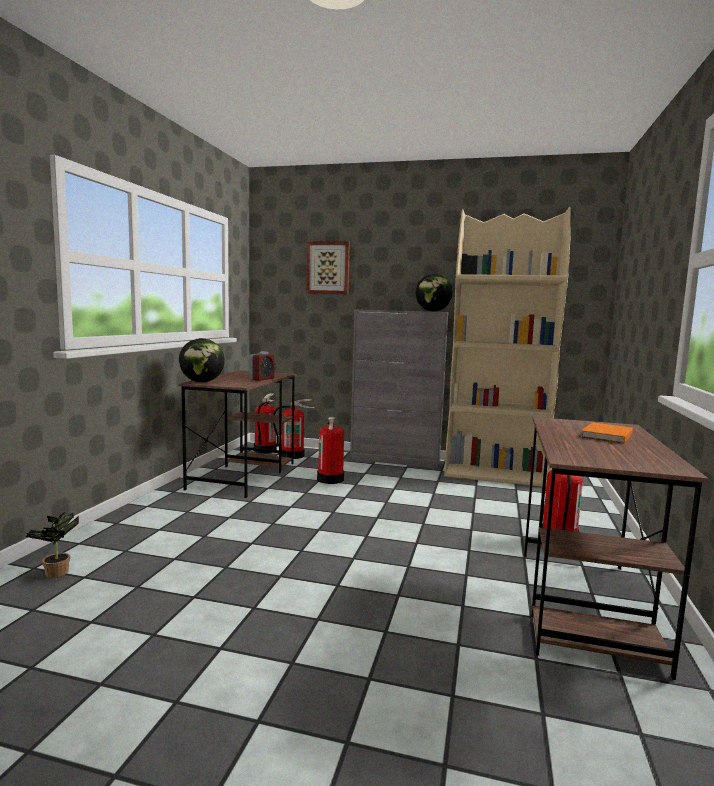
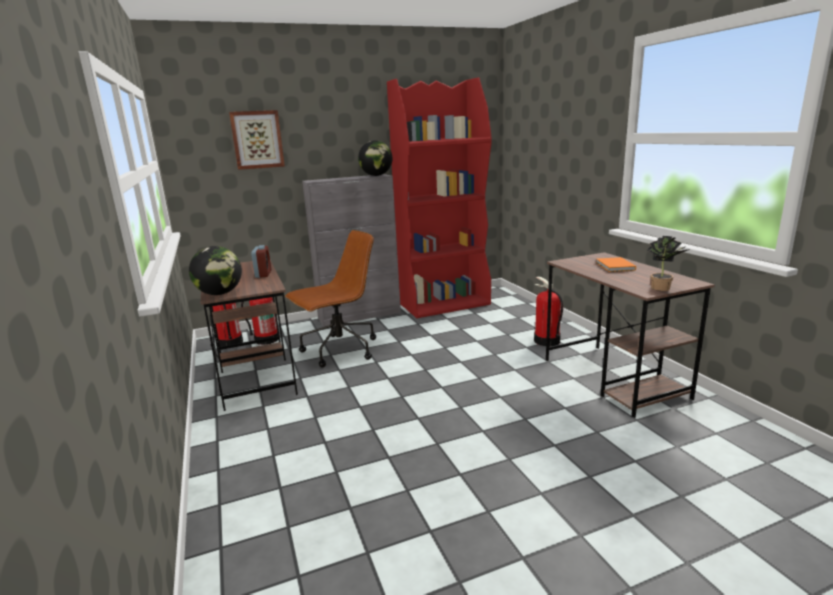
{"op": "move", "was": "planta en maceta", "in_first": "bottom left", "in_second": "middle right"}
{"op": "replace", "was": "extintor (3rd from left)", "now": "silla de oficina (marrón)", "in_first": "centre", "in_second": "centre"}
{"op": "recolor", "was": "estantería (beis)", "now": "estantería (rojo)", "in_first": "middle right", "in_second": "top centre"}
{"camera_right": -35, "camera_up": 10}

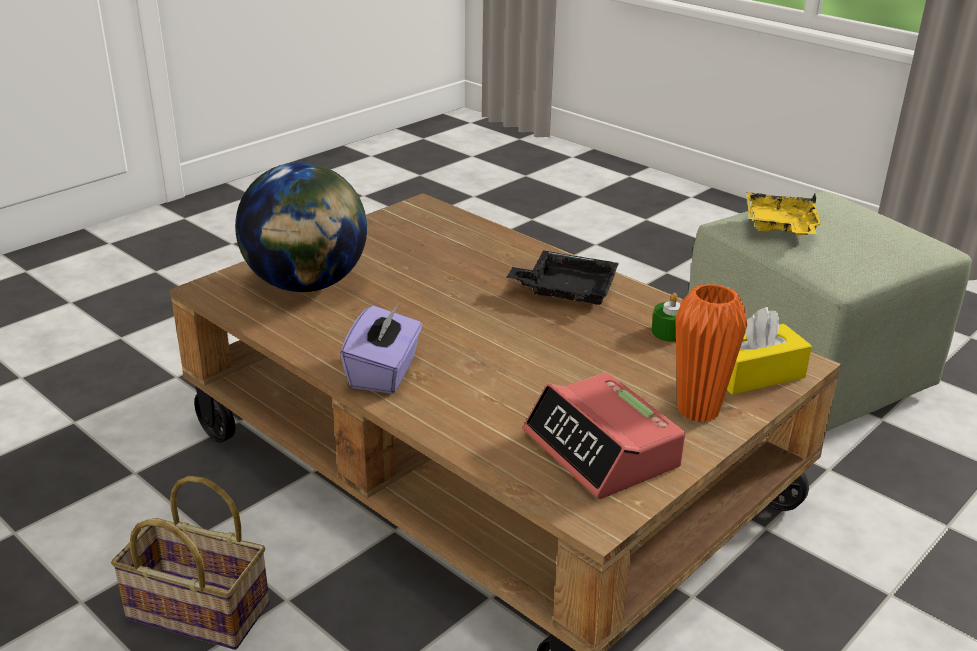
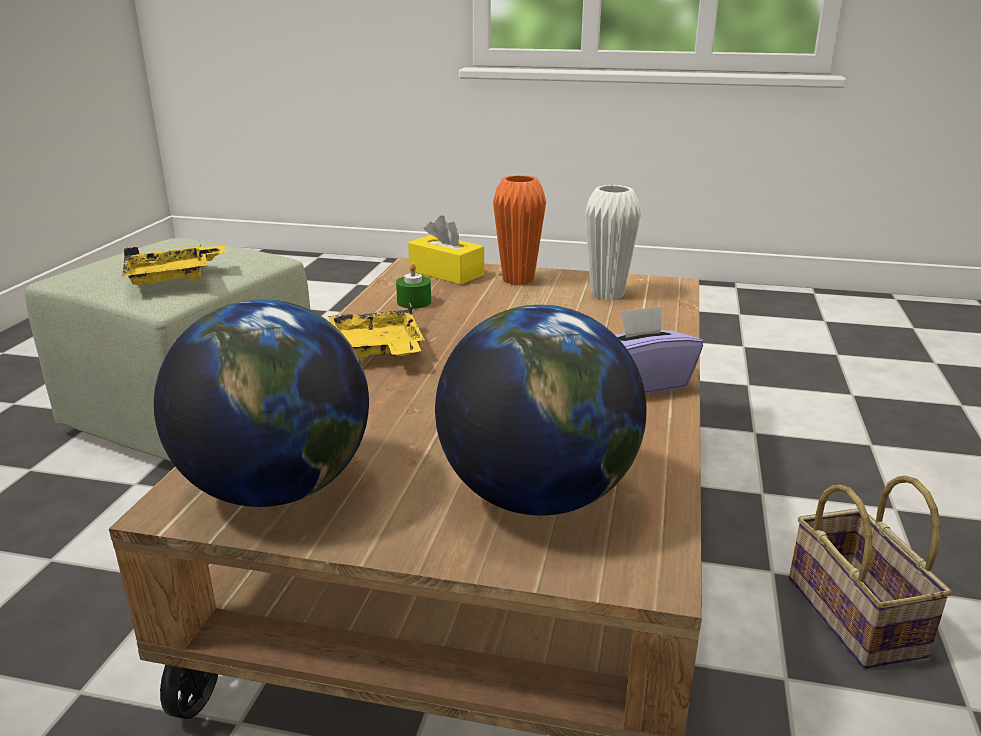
{"op": "recolor", "was": "bandeja (negro)", "now": "bandeja (amarillo) (2nd from left)", "in_first": "centre", "in_second": "centre"}
{"op": "replace", "was": "despertador", "now": "florero (blanco)", "in_first": "bottom centre", "in_second": "top centre"}
{"op": "insert", "now": "globo terráqueo (1st from left)", "in_second": "middle left"}
{"camera_right": -120, "camera_up": -5}

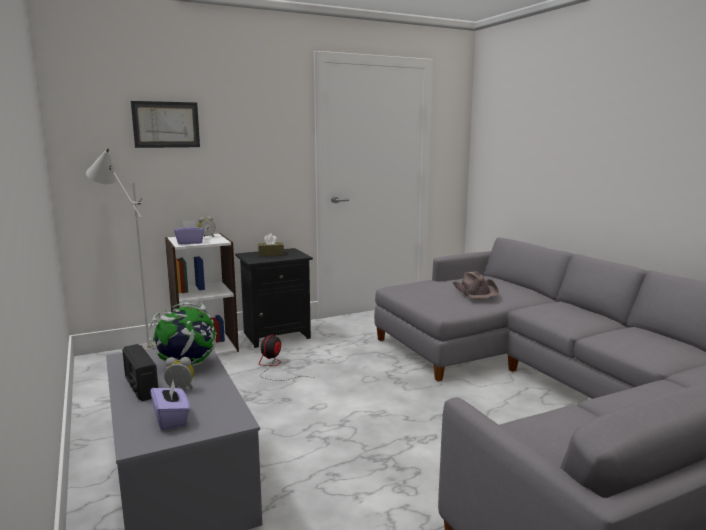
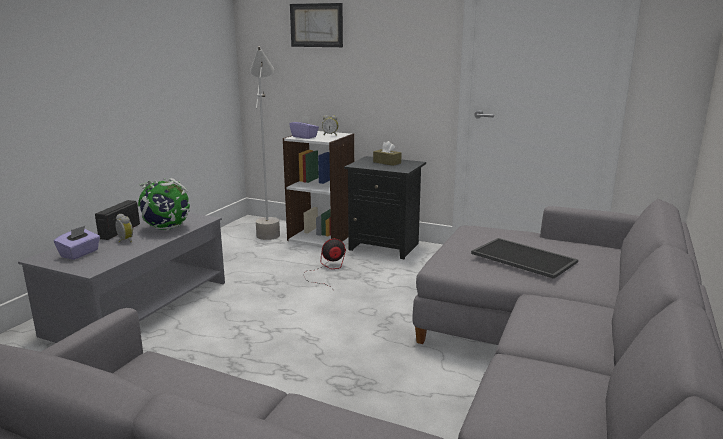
{"op": "replace", "was": "sombrero (marrón)", "now": "bandeja", "in_first": "middle right", "in_second": "middle right"}
{"camera_right": 50, "camera_up": 5}

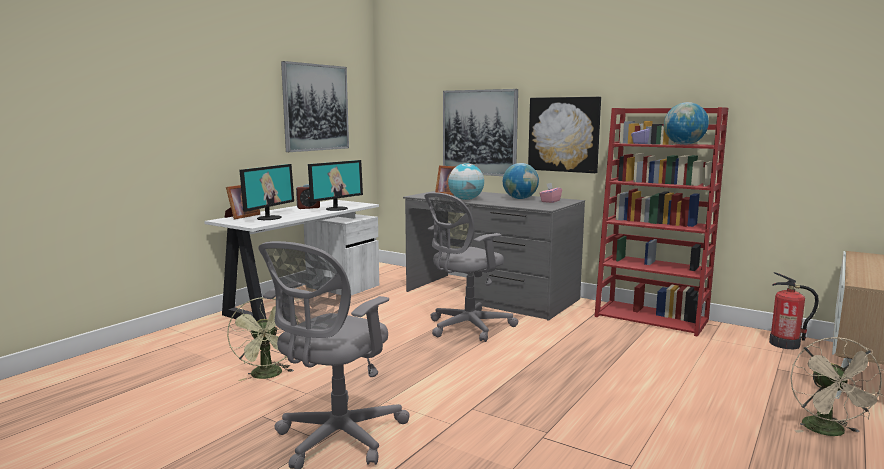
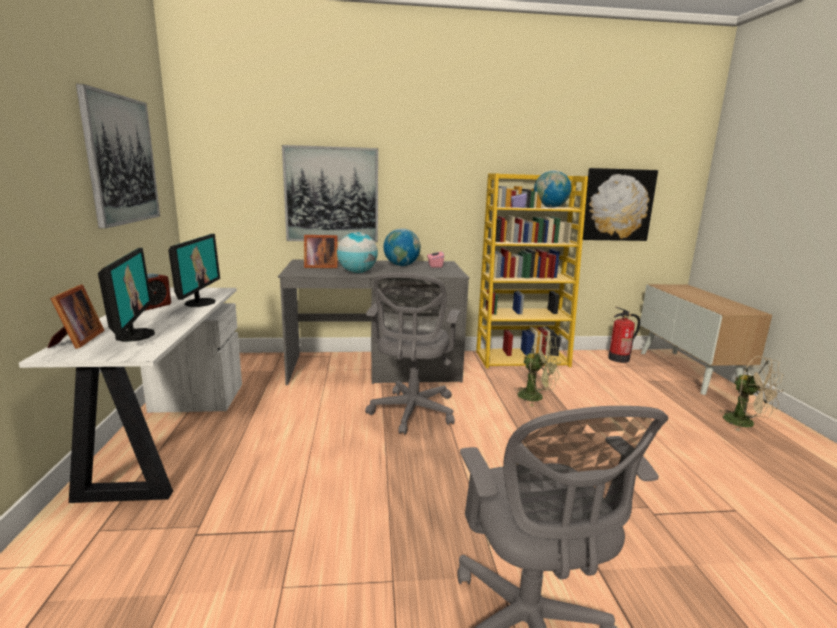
{"op": "move", "was": "ventilador (verde)", "in_first": "bottom left", "in_second": "centre"}
{"op": "move", "was": "cuadro (3rd from left)", "in_first": "top centre", "in_second": "top right"}
{"op": "recolor", "was": "estantería (rojo)", "now": "estantería (amarillo)", "in_first": "middle right", "in_second": "centre"}
{"camera_right": -40, "camera_up": 5}

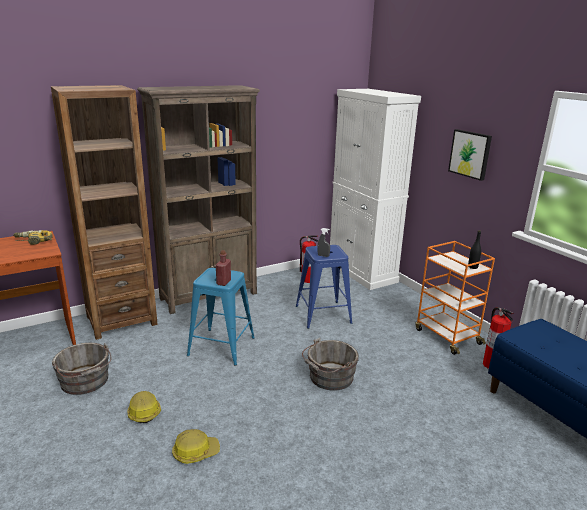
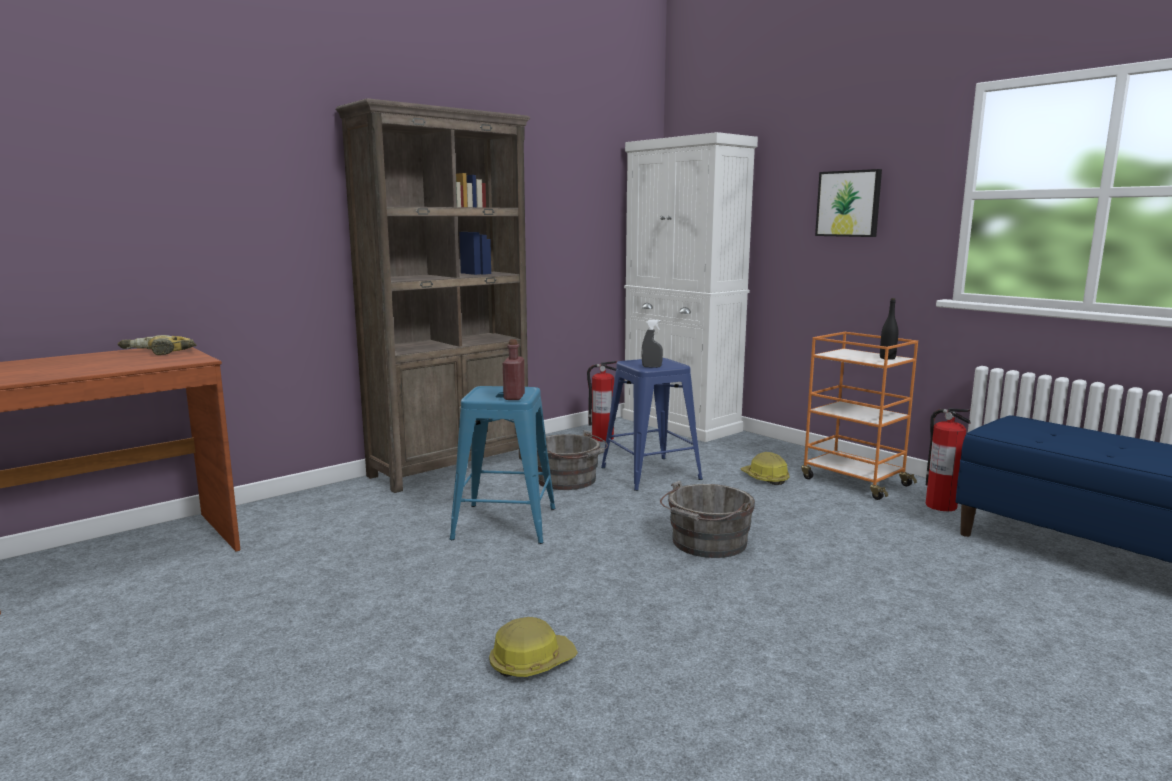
{"op": "delete", "was": "estantería (marrón) (1st from left)", "in_first": "middle left"}
{"op": "move", "was": "cubo (gris) (1st from left)", "in_first": "bottom left", "in_second": "centre"}
{"op": "move", "was": "casco (1st from left in the first image)", "now": "casco (2nd from left)", "in_first": "bottom left", "in_second": "centre"}
{"camera_right": -10, "camera_up": -10}

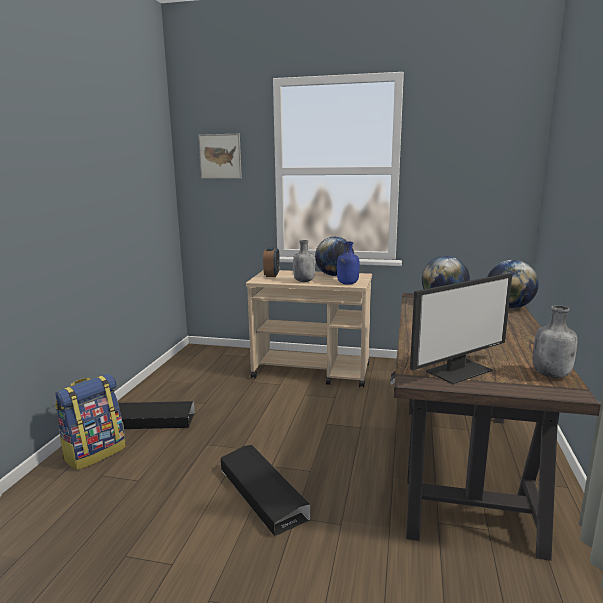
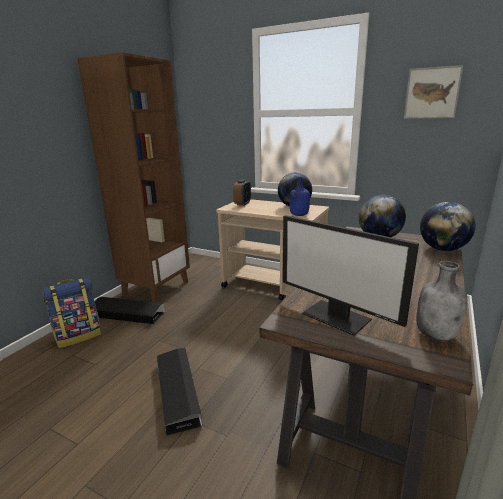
{"op": "move", "was": "cuadro", "in_first": "top centre", "in_second": "top right"}
{"op": "delete", "was": "botella (gris) (1st from left)", "in_first": "centre"}
{"op": "rotate", "was": "monitor", "in_first": "middle right", "in_second": "middle right", "clockwise": 60}
{"op": "insert", "now": "estantería (marrón)", "in_second": "middle left"}
{"camera_right": 15, "camera_up": 5}

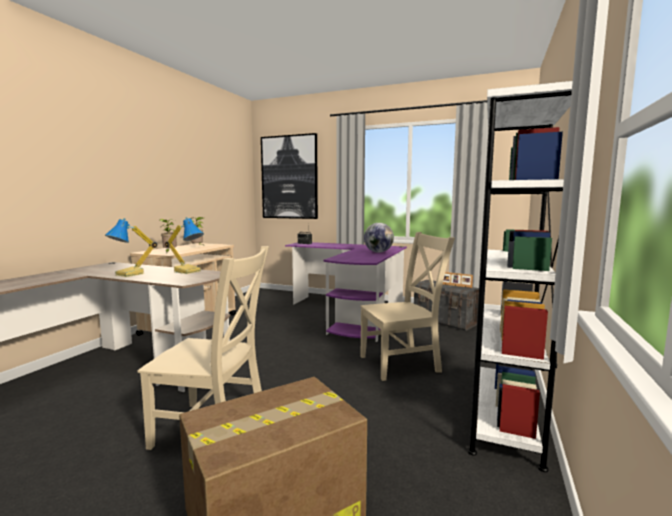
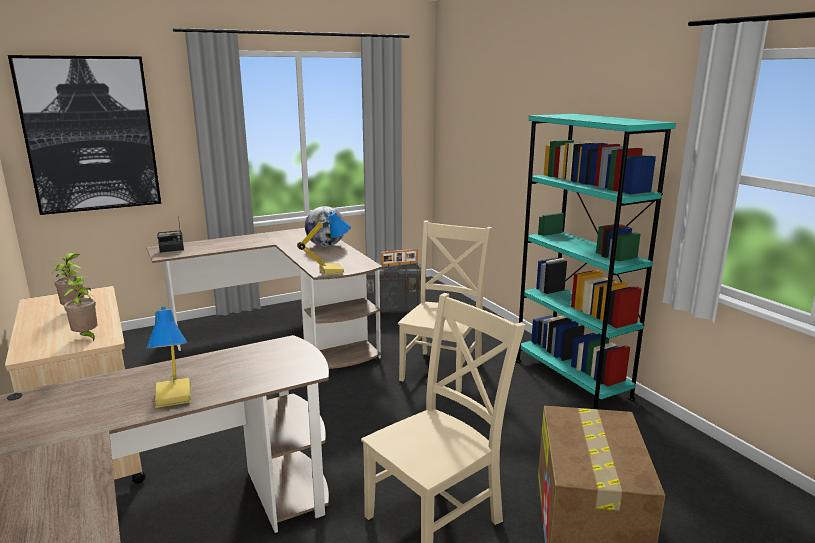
{"op": "move", "was": "lámpara de mesa (2nd from left)", "in_first": "middle left", "in_second": "centre"}
{"op": "recolor", "was": "escritorio (morado)", "now": "escritorio (marrón) (2nd from left)", "in_first": "centre", "in_second": "middle left"}
{"op": "recolor", "was": "estantería (blanco)", "now": "estantería (turquesa)", "in_first": "middle right", "in_second": "middle right"}
{"camera_right": -50, "camera_up": 10}

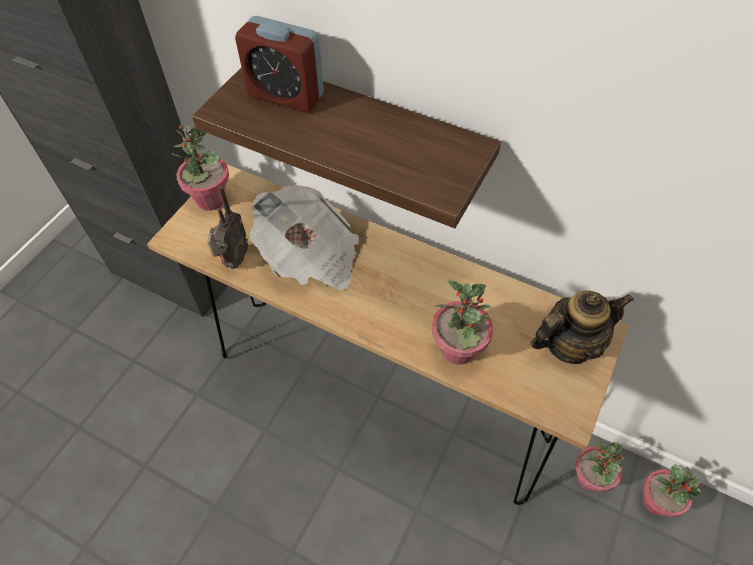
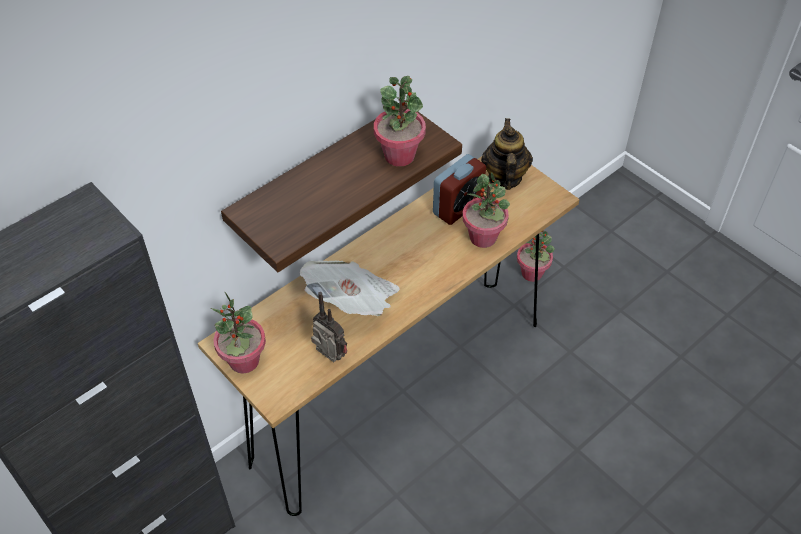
{"op": "move", "was": "despertador", "in_first": "top centre", "in_second": "centre"}
{"op": "move", "was": "planta en maceta (4th from left in the first image)", "now": "planta en maceta (2nd from left)", "in_first": "bottom right", "in_second": "top centre"}
{"camera_right": -70, "camera_up": -5}

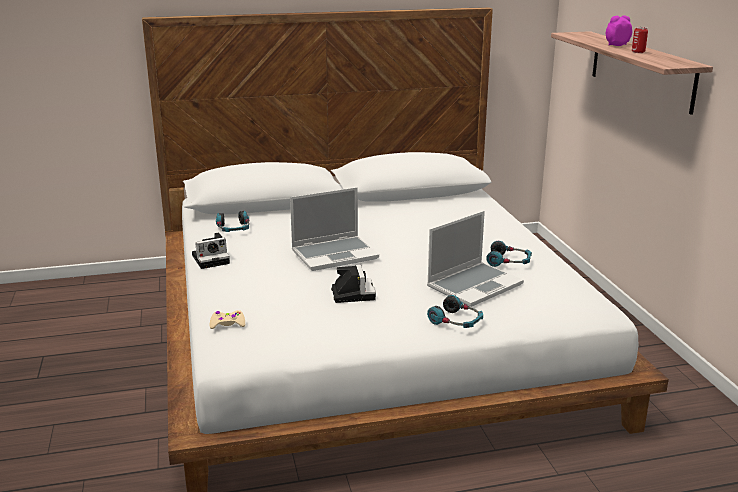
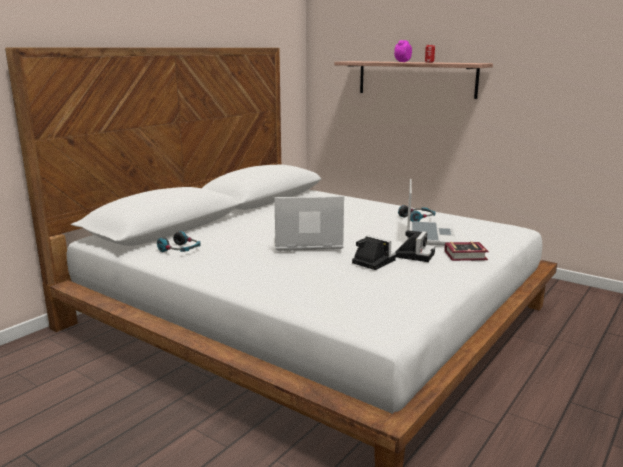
{"op": "move", "was": "cámara (1st from left in the first image)", "now": "cámara (2nd from left)", "in_first": "middle left", "in_second": "centre"}
{"op": "delete", "was": "mando de consola (beis)", "in_first": "middle left"}
{"op": "rotate", "was": "portátil (1st from left)", "in_first": "centre", "in_second": "centre", "clockwise": -120}
{"op": "replace", "was": "auriculares (2nd from left)", "now": "libro", "in_first": "centre", "in_second": "middle right"}
{"camera_right": -40, "camera_up": -5}

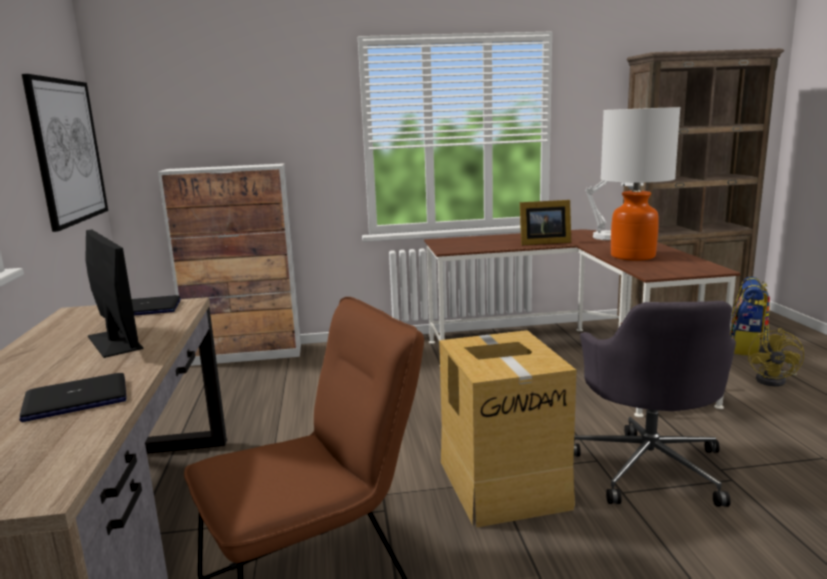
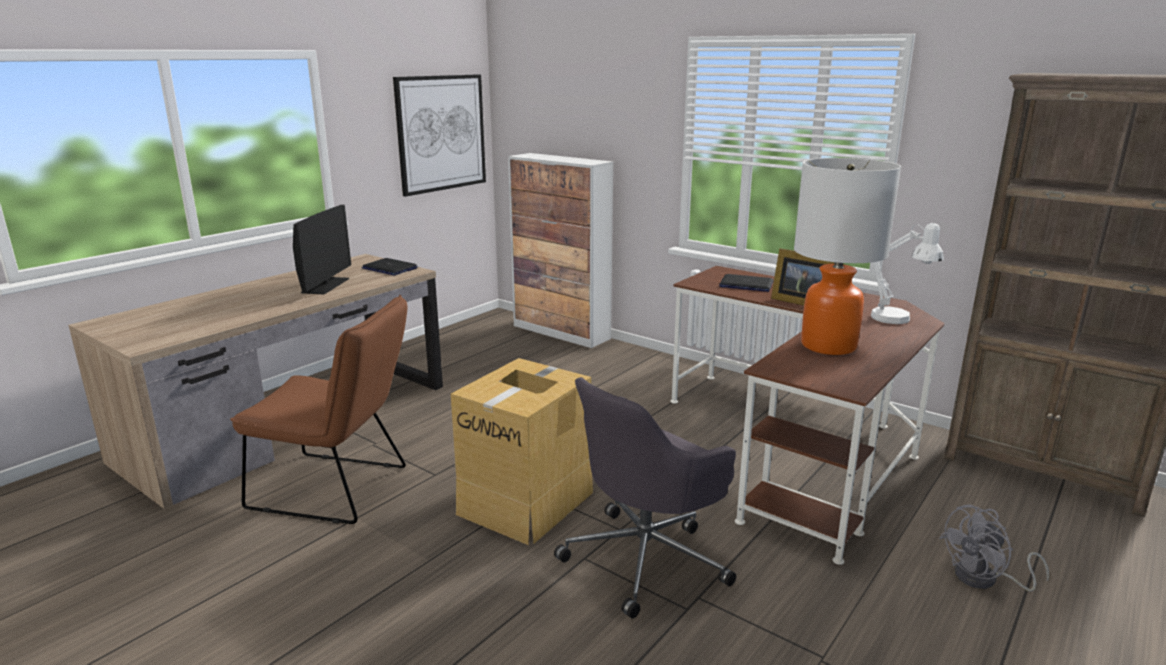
{"op": "move", "was": "portátil (1st from left in the first image)", "now": "portátil (2nd from left)", "in_first": "bottom left", "in_second": "centre"}
{"op": "delete", "was": "mochila", "in_first": "middle right"}
{"op": "recolor", "was": "ventilador (amarillo)", "now": "ventilador (gris)", "in_first": "middle right", "in_second": "bottom right"}
{"camera_right": 45, "camera_up": 5}

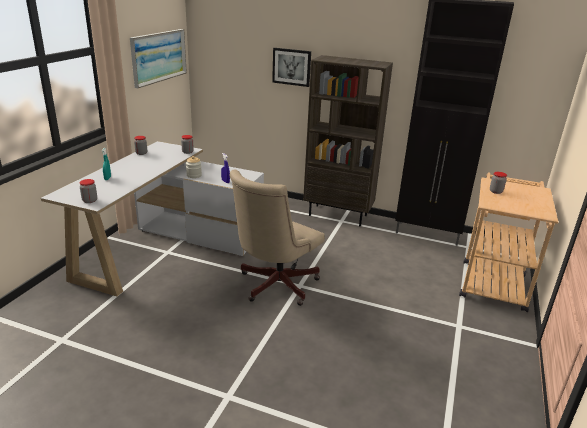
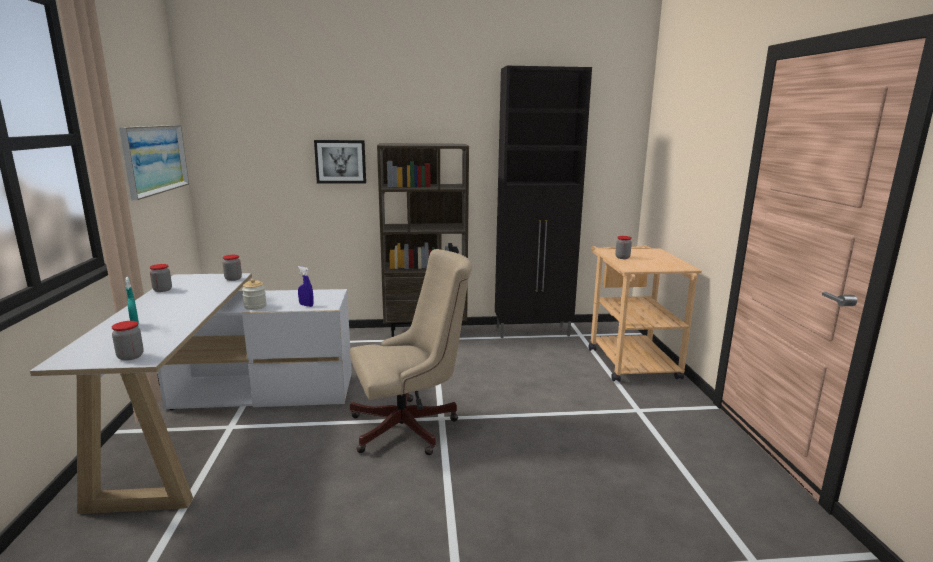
{"op": "rotate", "was": "silla de oficina (beis)", "in_first": "centre", "in_second": "centre", "clockwise": -120}
{"camera_right": -25, "camera_up": -10}

